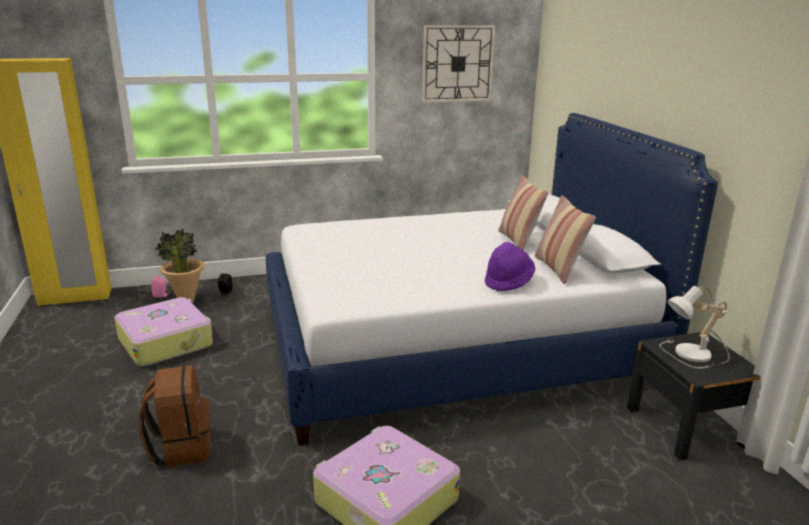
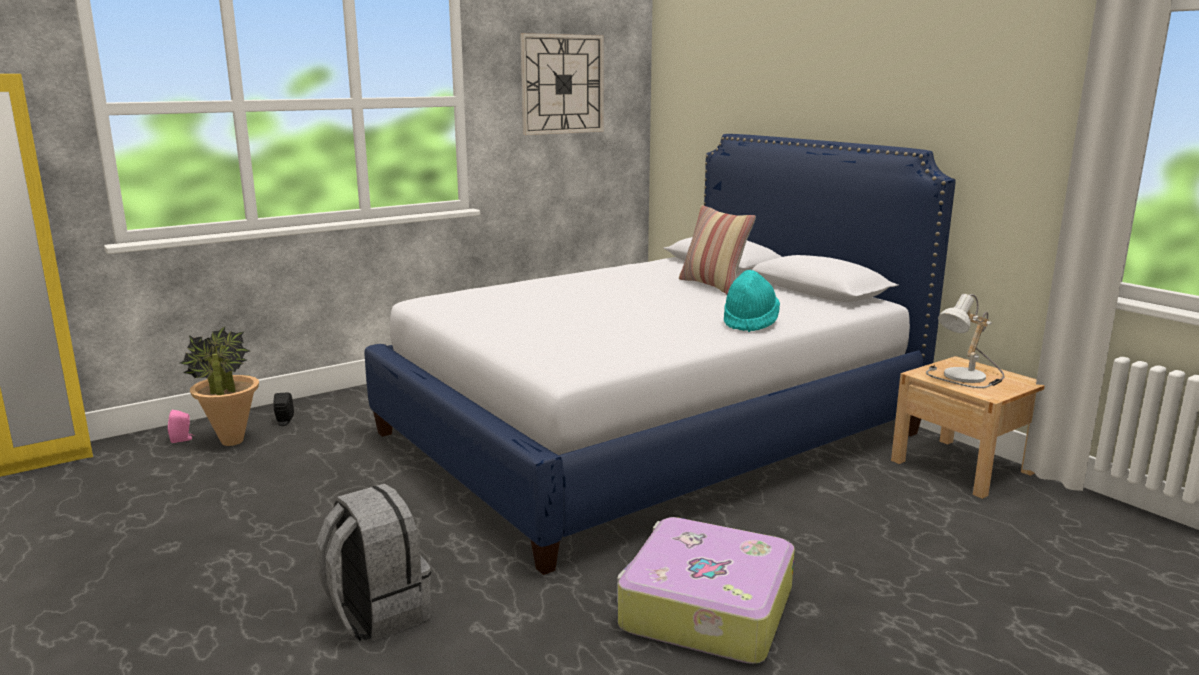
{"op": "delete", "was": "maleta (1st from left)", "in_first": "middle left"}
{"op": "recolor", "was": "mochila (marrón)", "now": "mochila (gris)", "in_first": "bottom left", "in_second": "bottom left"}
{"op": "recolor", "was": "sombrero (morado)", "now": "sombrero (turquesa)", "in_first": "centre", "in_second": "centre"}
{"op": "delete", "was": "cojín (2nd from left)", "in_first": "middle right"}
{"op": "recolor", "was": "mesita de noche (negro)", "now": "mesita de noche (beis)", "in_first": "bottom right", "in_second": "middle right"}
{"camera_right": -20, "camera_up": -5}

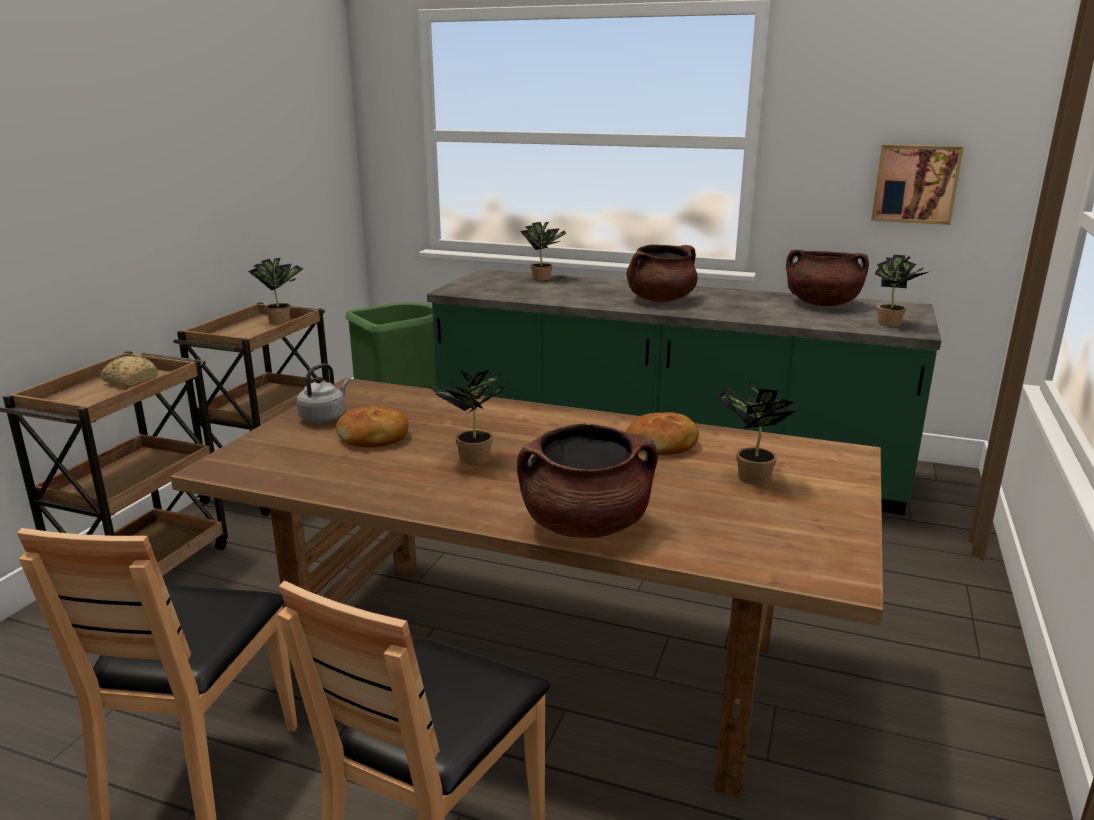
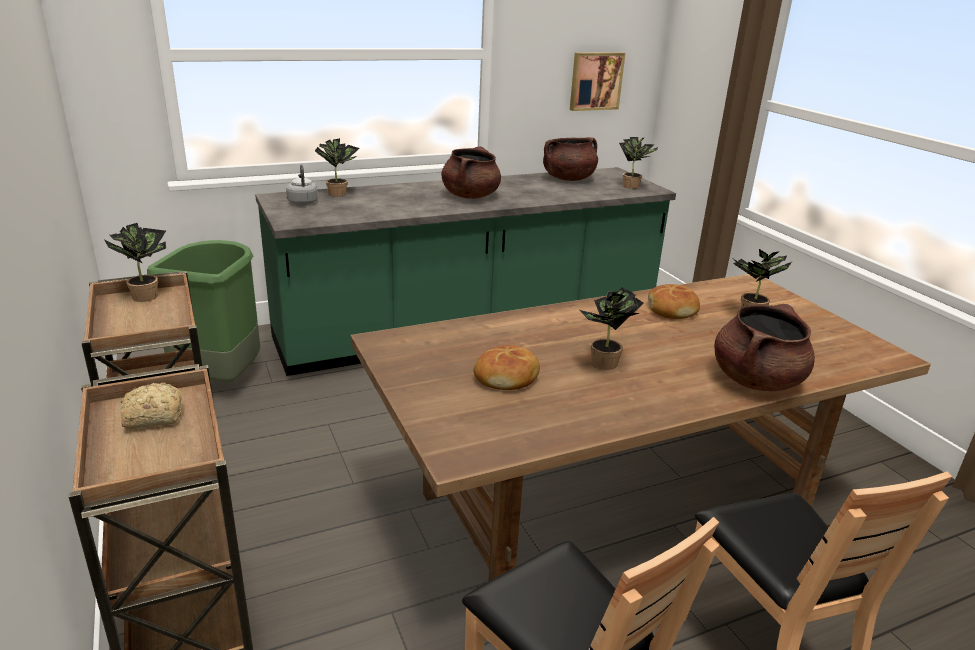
{"op": "move", "was": "hervidor (gris)", "in_first": "middle left", "in_second": "top left"}
{"camera_right": -45, "camera_up": 5}

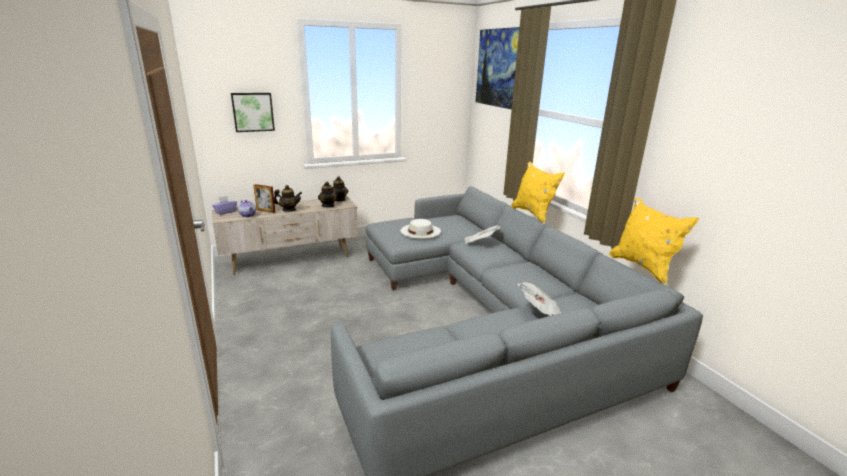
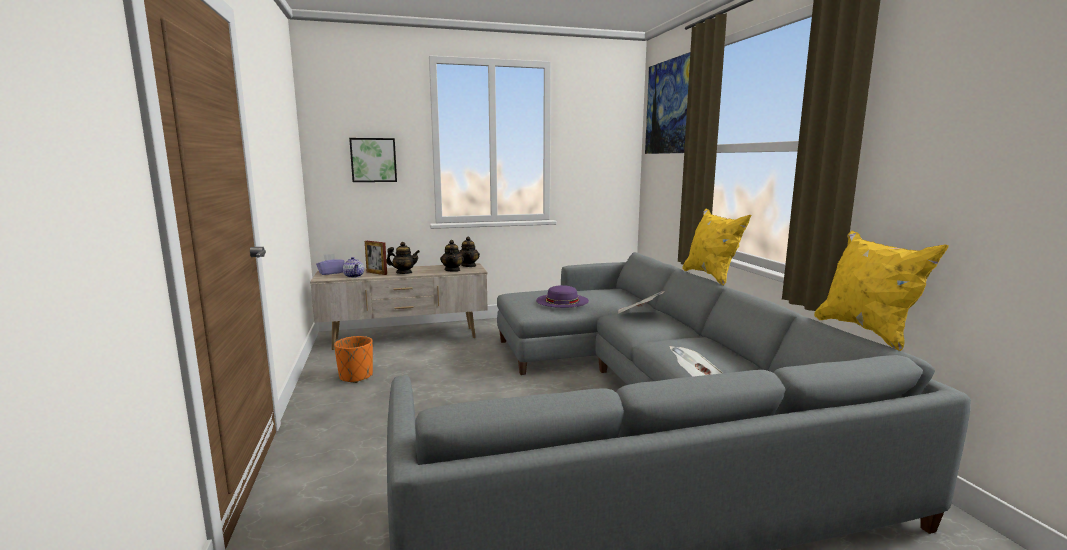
{"op": "recolor", "was": "sombrero (blanco)", "now": "sombrero (morado)", "in_first": "centre", "in_second": "centre"}
{"op": "insert", "now": "maceta (naranja)", "in_second": "middle left"}
{"camera_right": 10, "camera_up": -10}

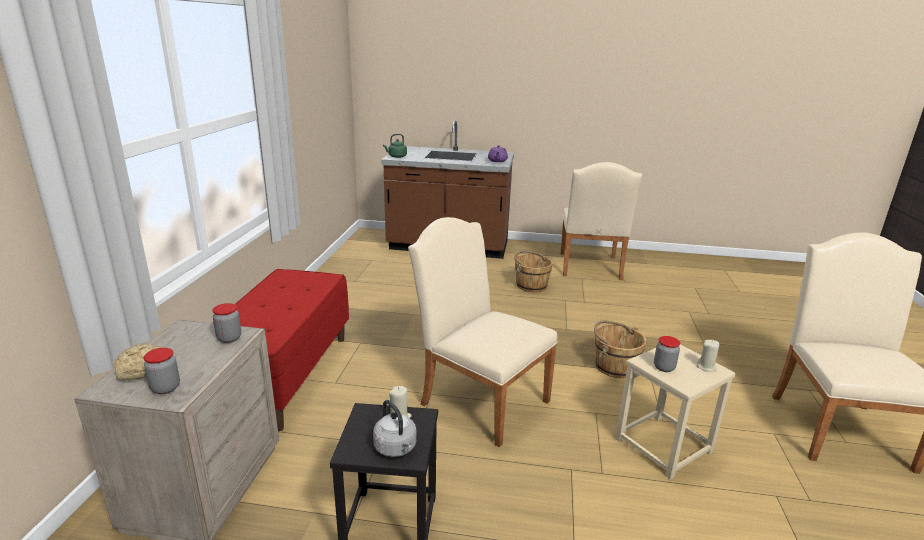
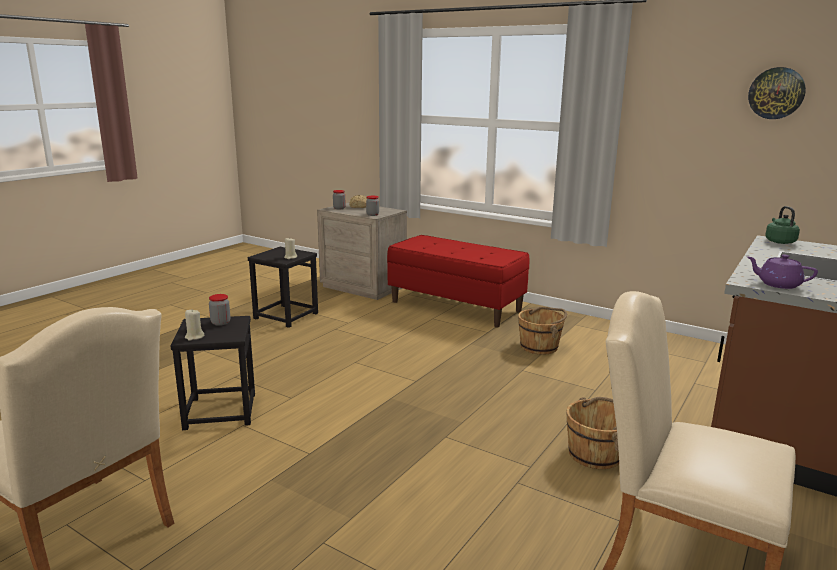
{"op": "delete", "was": "hervidor (gris)", "in_first": "bottom centre"}
{"op": "delete", "was": "silla (beis) (1st from left)", "in_first": "centre"}
{"op": "move", "was": "cubo (marrón) (2nd from left in the first image)", "now": "cubo (marrón) (1st from left)", "in_first": "middle right", "in_second": "centre"}
{"op": "recolor", "was": "taburete (beis)", "now": "taburete (negro) (1st from left)", "in_first": "bottom right", "in_second": "middle left"}
{"op": "insert", "now": "reloj de pared", "in_second": "top right"}
{"camera_right": 115, "camera_up": -5}

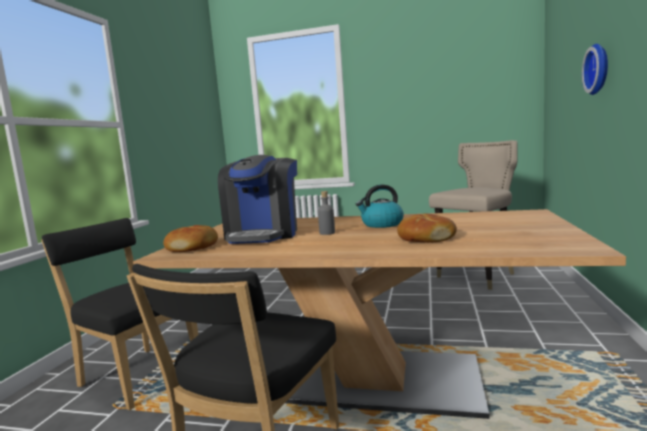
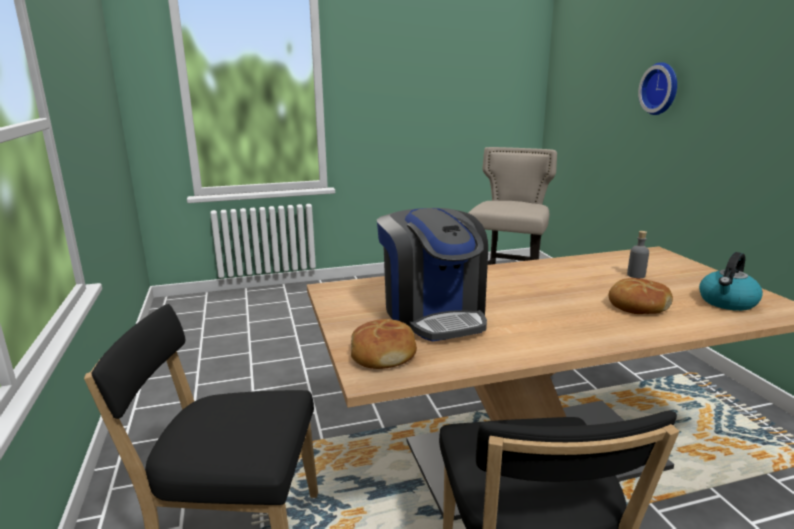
{"op": "move", "was": "botella (gris)", "in_first": "centre", "in_second": "middle right"}
{"op": "move", "was": "hervidor", "in_first": "centre", "in_second": "middle right"}
{"camera_right": -30, "camera_up": 10}

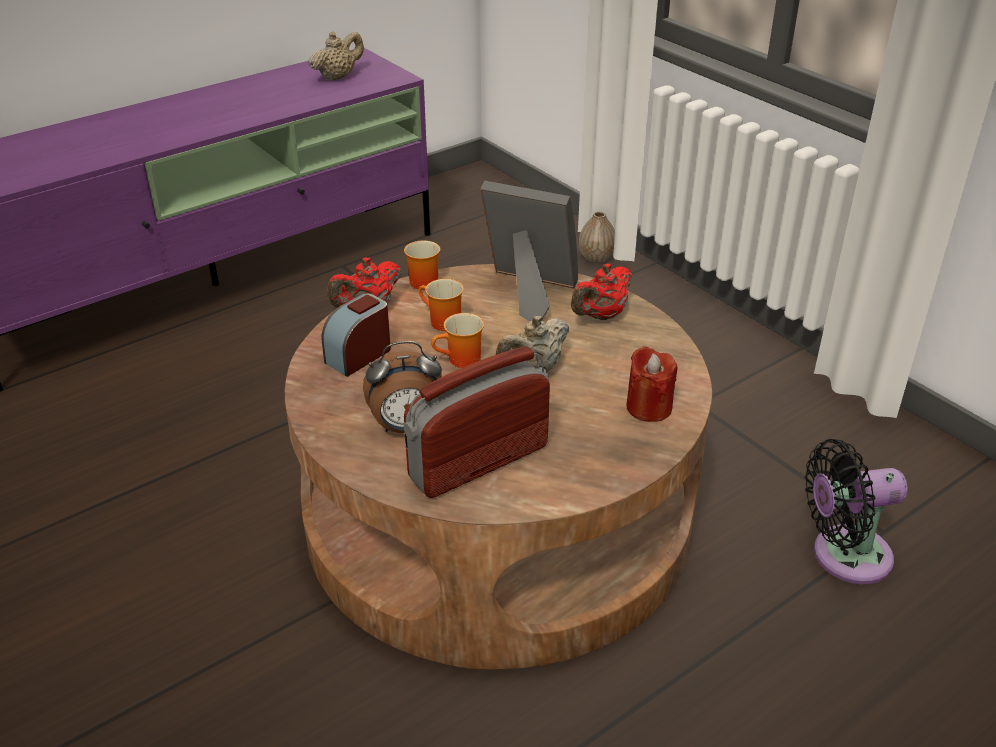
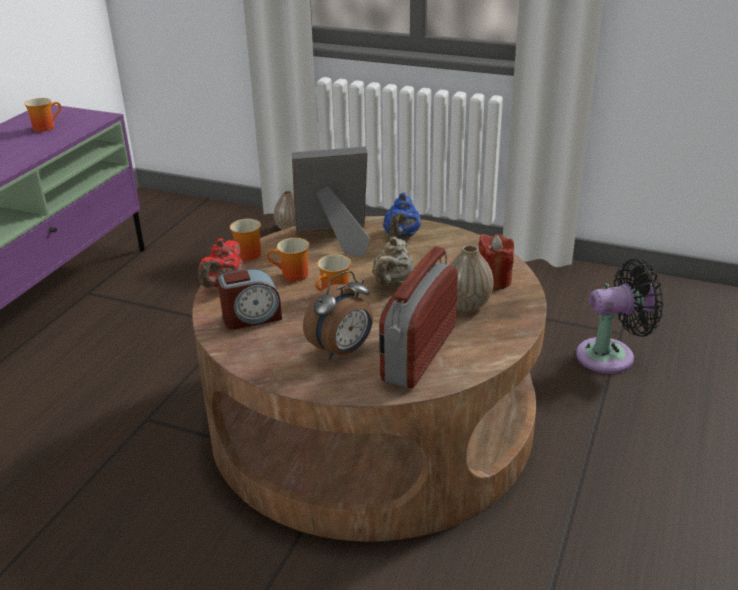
{"op": "replace", "was": "tetera (beis) (1st from left)", "now": "taza grande (1st from left)", "in_first": "top centre", "in_second": "top left"}
{"op": "rotate", "was": "despertador (1st from left)", "in_first": "centre", "in_second": "centre", "clockwise": -120}
{"op": "recolor", "was": "tetera (rojo) (2nd from left)", "now": "tetera (azul)", "in_first": "centre", "in_second": "centre"}
{"op": "rotate", "was": "ventilador (negro)", "in_first": "bottom right", "in_second": "middle right", "clockwise": -150}
{"op": "insert", "now": "florero (2nd from left)", "in_second": "centre"}
{"camera_right": -30, "camera_up": -5}

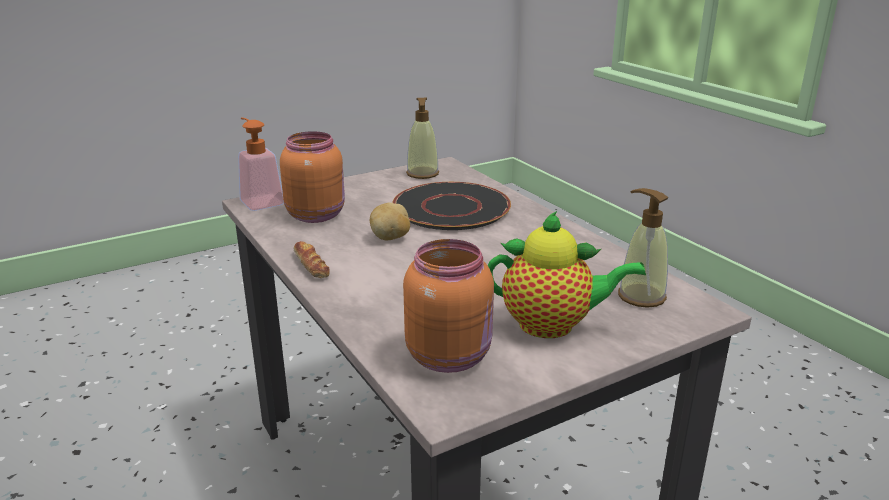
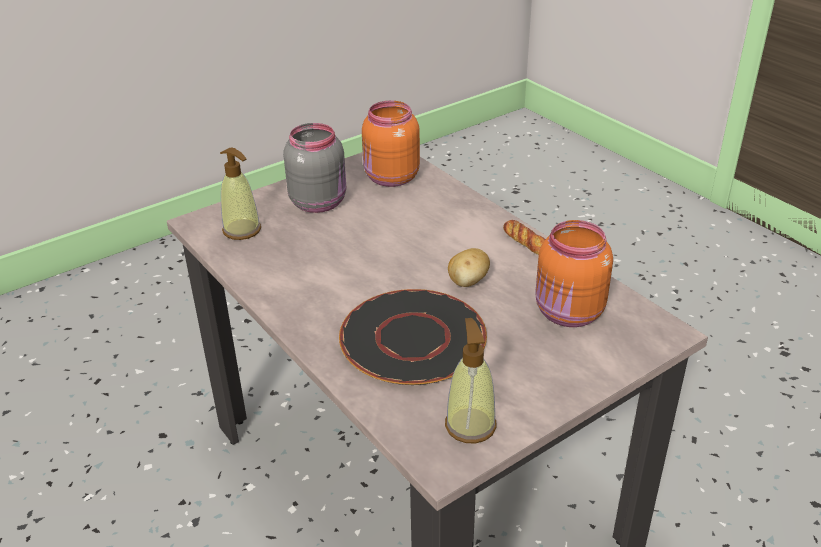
{"op": "delete", "was": "dispensador de jabón (1st from left)", "in_first": "top left"}
{"op": "replace", "was": "tetera", "now": "tarro (gris)", "in_first": "centre", "in_second": "top centre"}
{"camera_right": 175, "camera_up": 10}

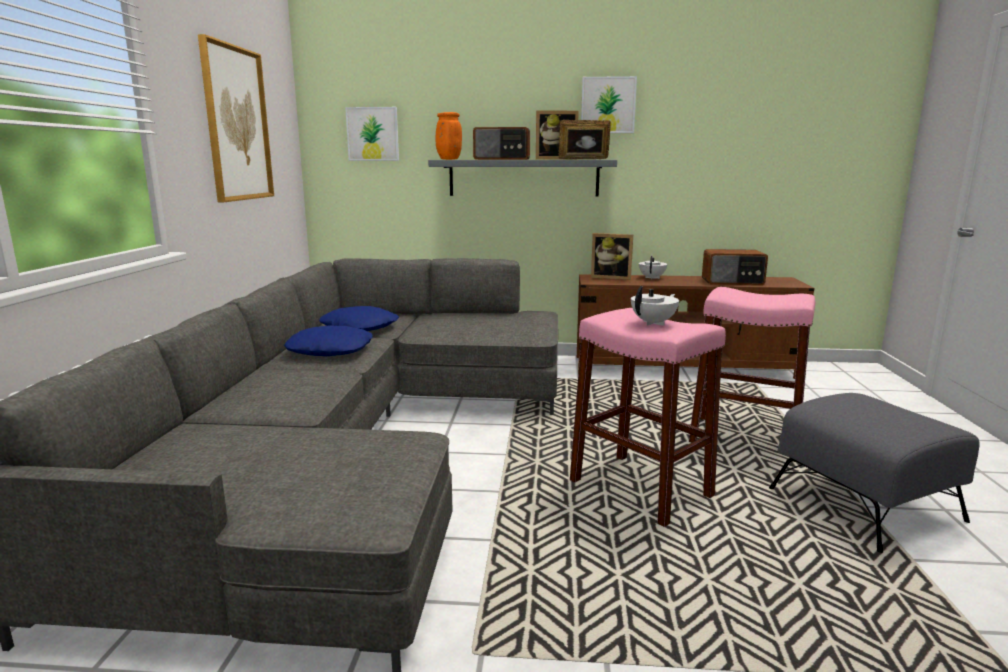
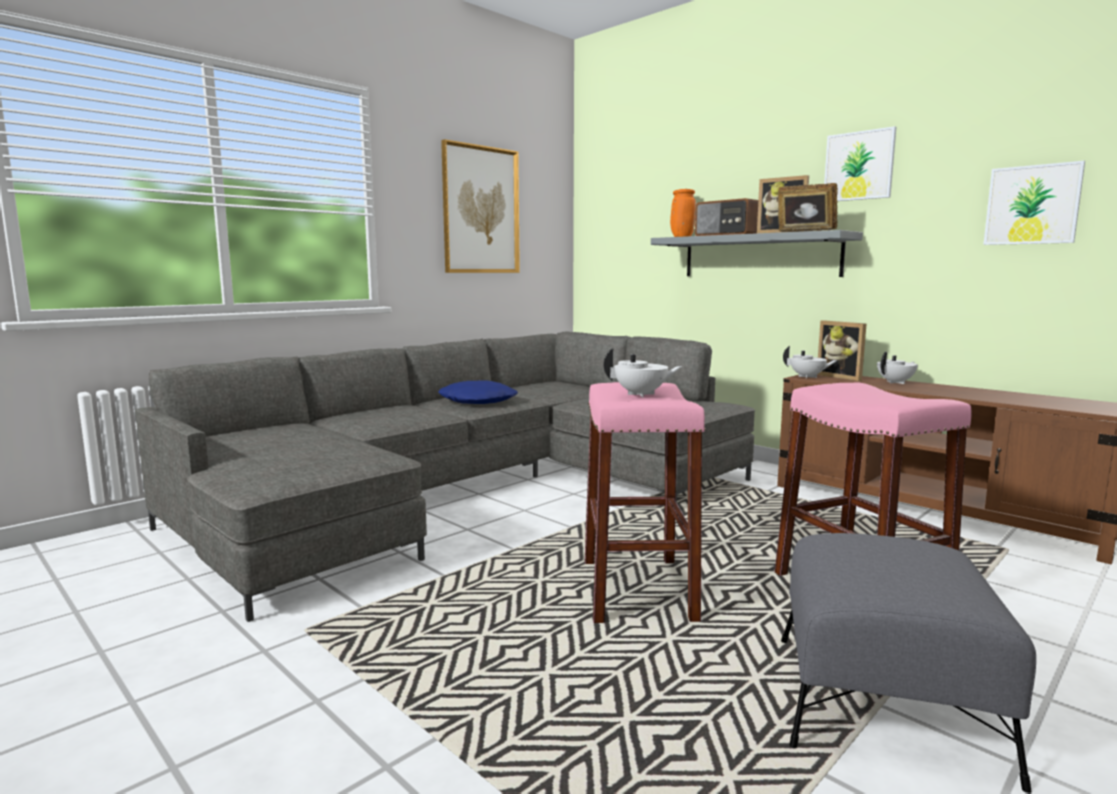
{"op": "delete", "was": "cojín (azul) (2nd from left)", "in_first": "centre"}
{"op": "move", "was": "cuadro (2nd from left in the first image)", "now": "cuadro (3rd from left)", "in_first": "top centre", "in_second": "top right"}
{"op": "delete", "was": "radio (2nd from left)", "in_first": "middle right"}
{"op": "insert", "now": "tetera (blanco) (2nd from left)", "in_second": "middle right"}
{"camera_right": 40, "camera_up": -5}

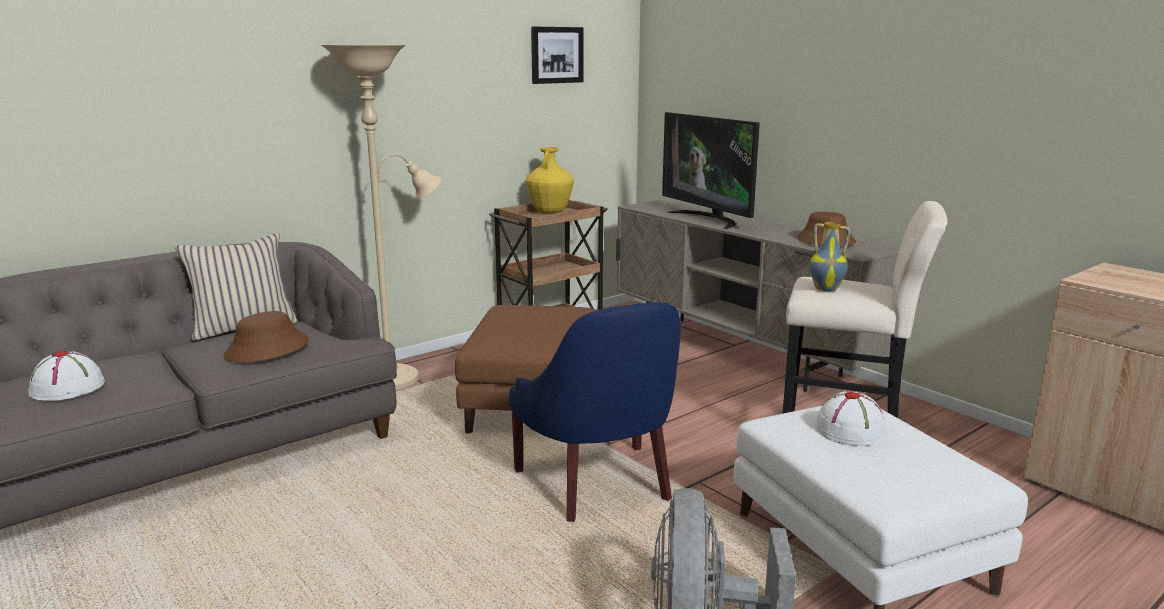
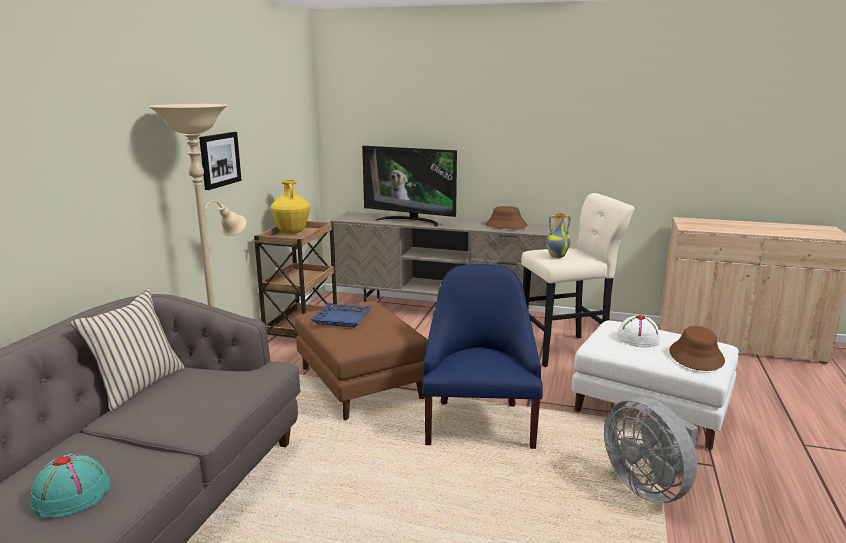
{"op": "recolor", "was": "sombrero (blanco) (1st from left)", "now": "sombrero (turquesa)", "in_first": "middle left", "in_second": "bottom left"}
{"op": "move", "was": "sombrero (marrón) (1st from left in the first image)", "now": "sombrero (marrón) (2nd from left)", "in_first": "middle left", "in_second": "middle right"}
{"op": "rotate", "was": "sillón (azul)", "in_first": "bottom centre", "in_second": "centre", "clockwise": -120}
{"op": "move", "was": "cuadro", "in_first": "top centre", "in_second": "top left"}
{"op": "insert", "now": "bandeja (azul)", "in_second": "centre"}
{"camera_right": -35, "camera_up": 0}

